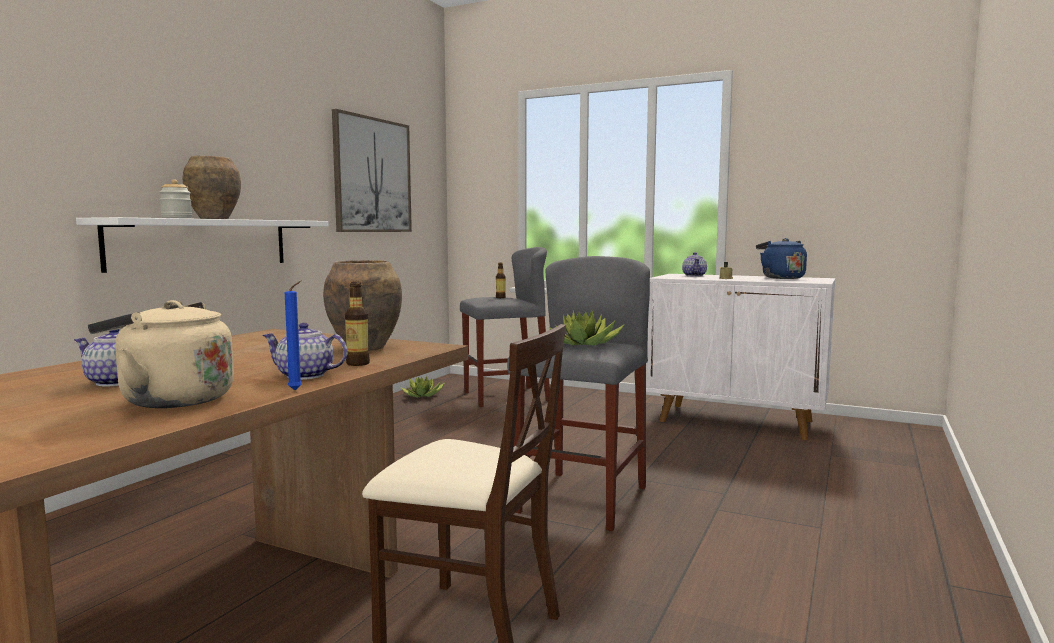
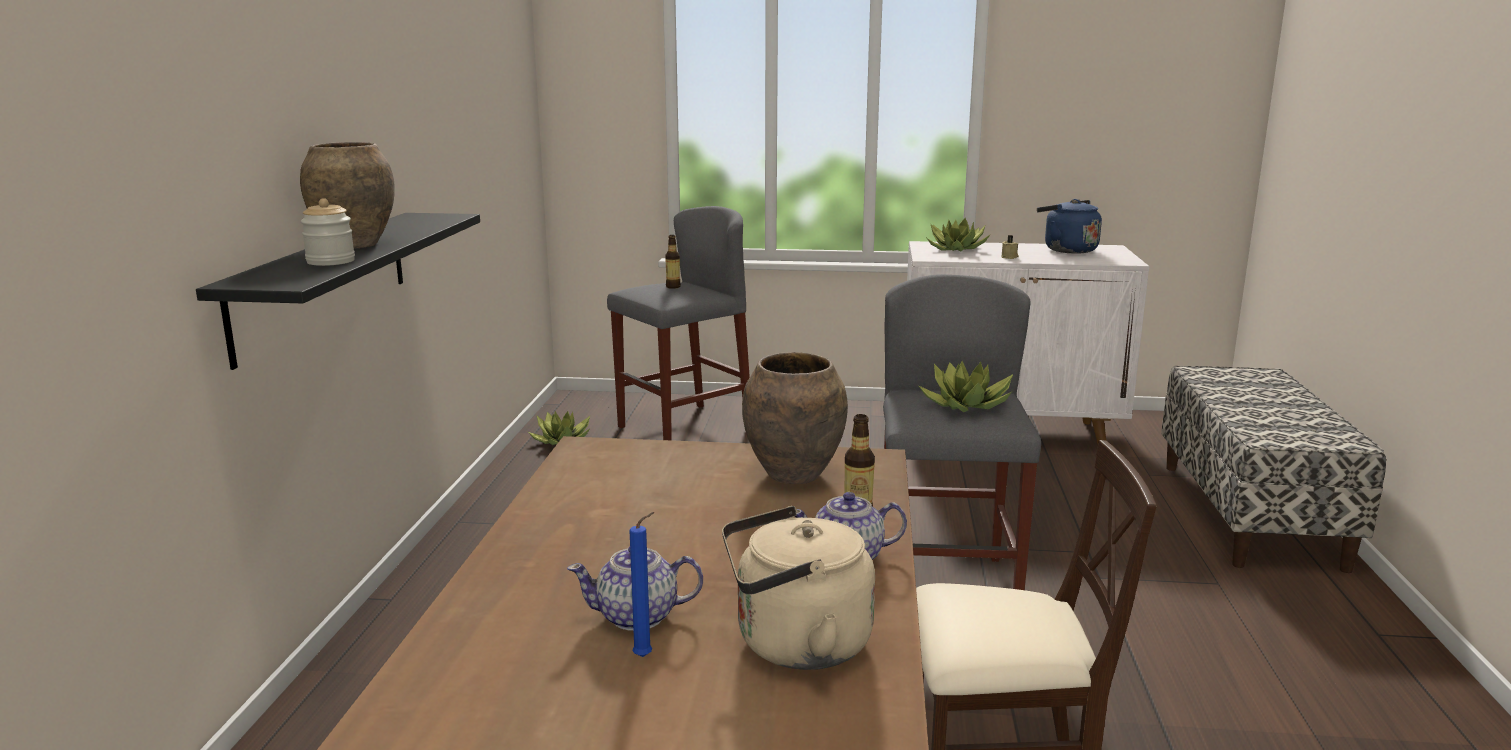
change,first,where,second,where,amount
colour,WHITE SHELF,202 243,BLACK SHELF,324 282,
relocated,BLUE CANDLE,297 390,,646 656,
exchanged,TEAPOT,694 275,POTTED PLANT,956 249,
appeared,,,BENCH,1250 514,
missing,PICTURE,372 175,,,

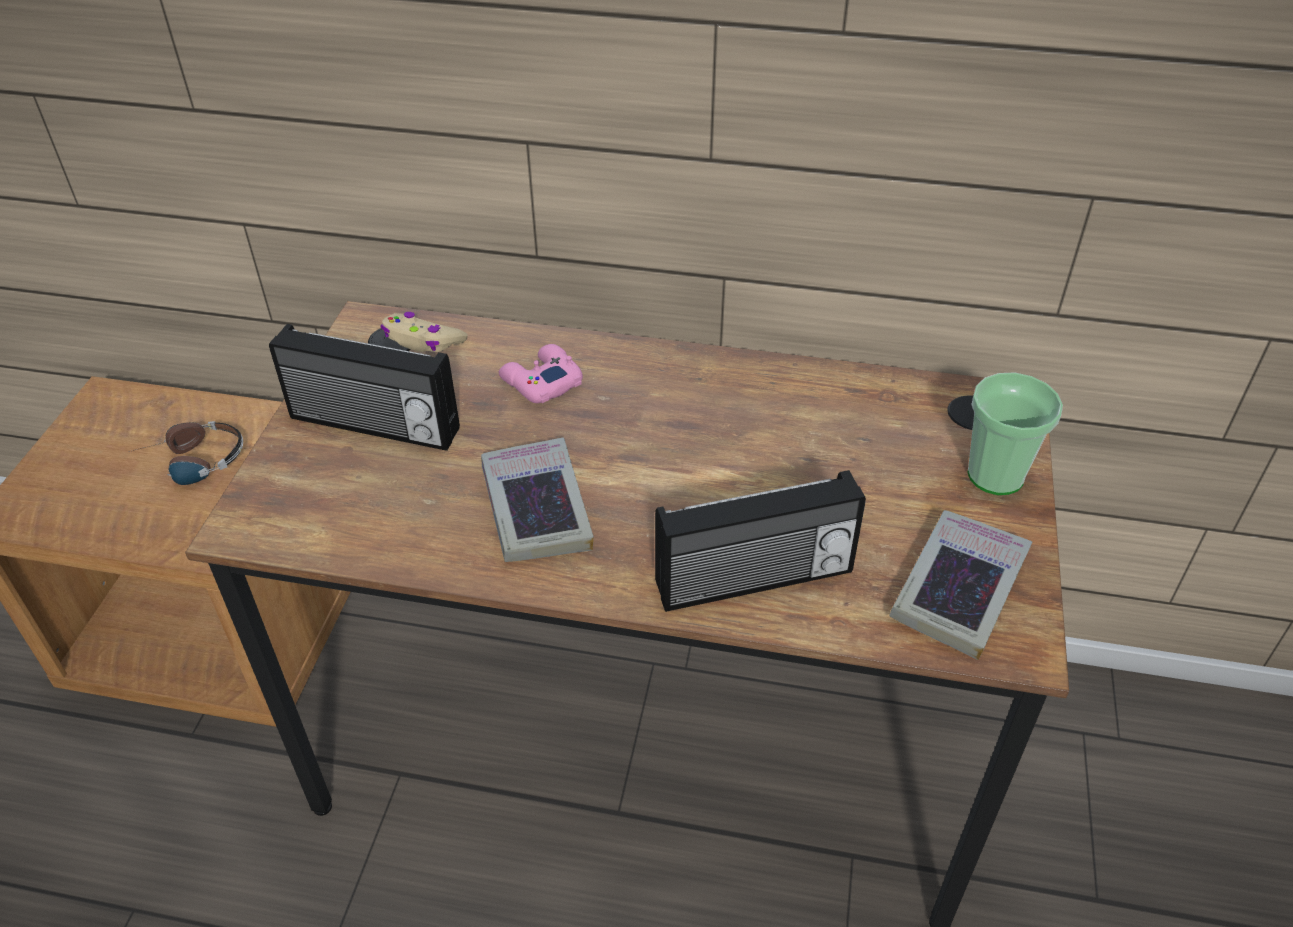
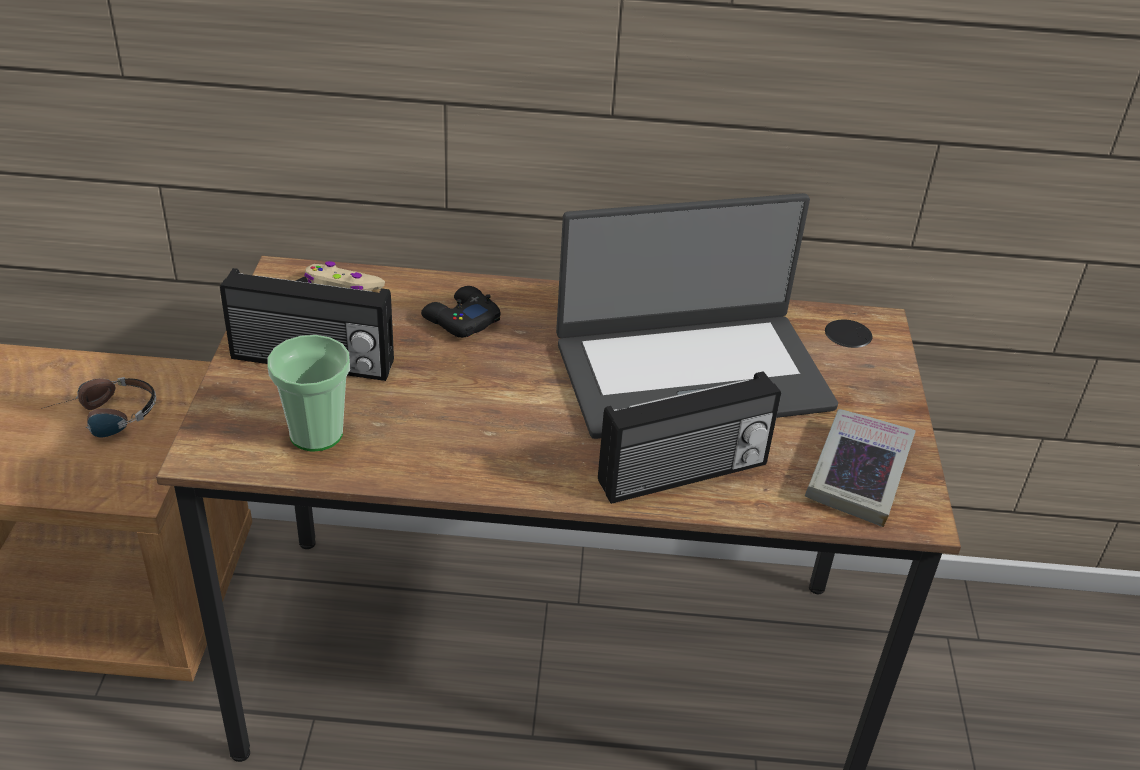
change,first,where,second,where,amount
relocated,CUP,995 475,,316 434,
colour,PINK GAME CONTROLLER,541 381,BLACK GAME CONTROLLER,460 320,
appeared,,,LAPTOP,691 373,
missing,BOOK,536 508,,,

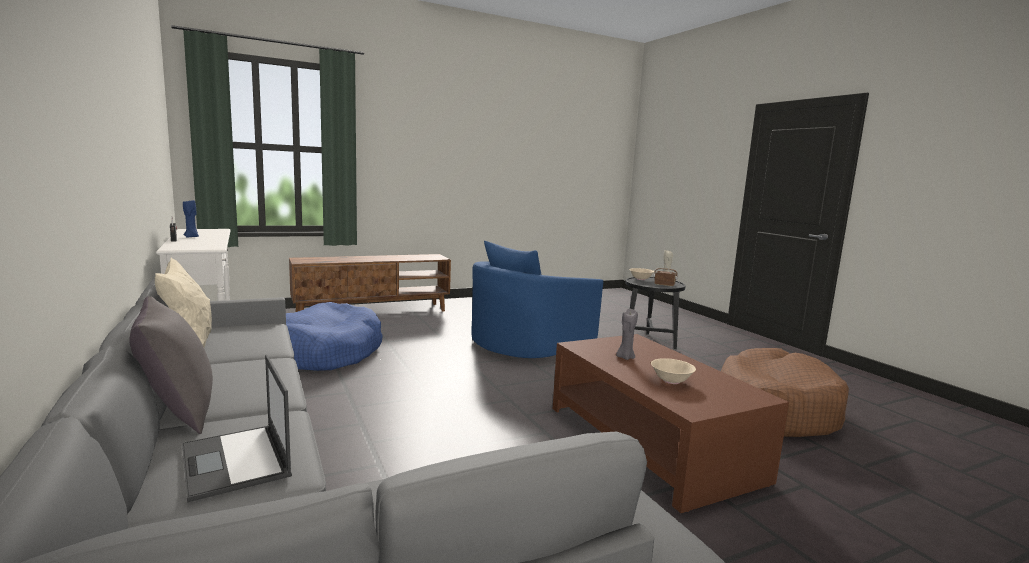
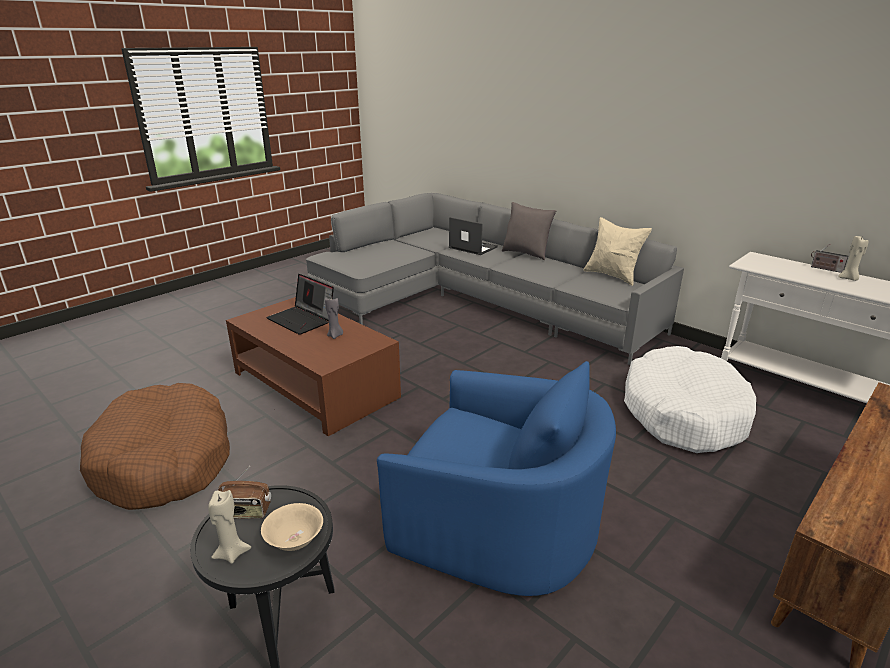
change,first,where,second,where,amount
exchanged,BEIGE BOWL,671 381,LAPTOP,302 320,
spun,BLUE ARMCHAIR,528 342,,498 525,90 degrees clockwise
colour,BLUE DOG BED,326 353,WHITE DOG BED,683 413,
colour,BLUE CANDLE,192 237,BEIGE CANDLE,848 279,

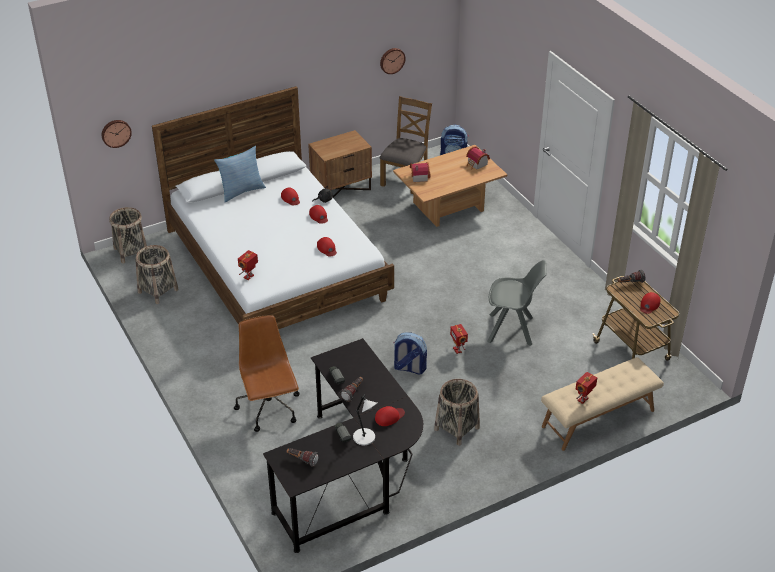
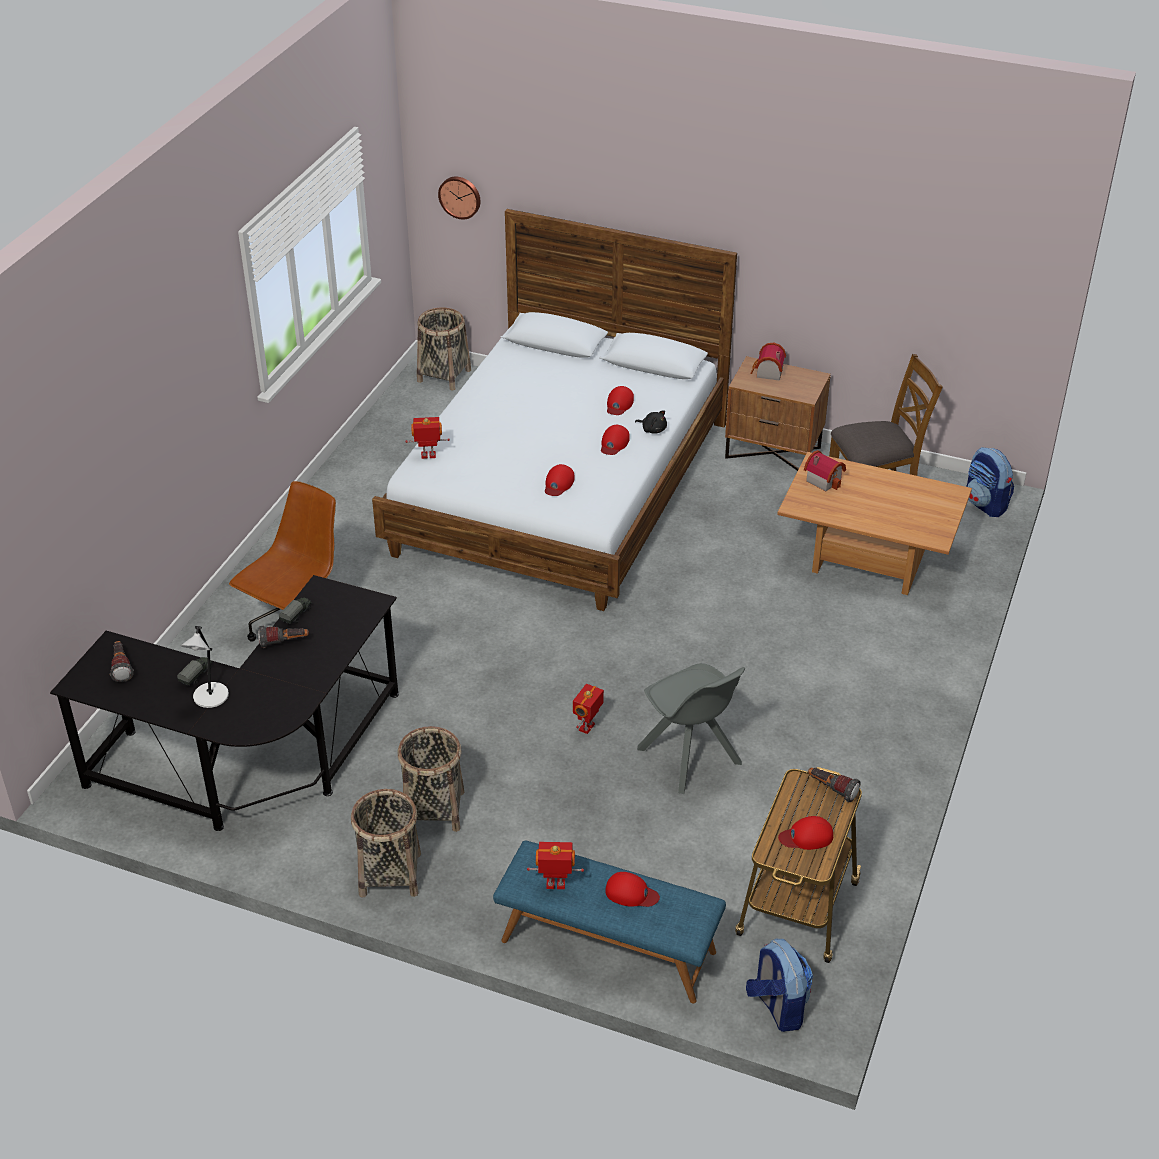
change,first,where,second,where,amount
relocated,BASKET,158 291,,390 874,
colour,BEIGE BENCH,598 419,BLUE BENCH,607 947,
relocated,RED CAP,389 417,,631 893,
relocated,BACKPACK,409 368,,777 1007,
relocated,TOY HOUSE,477 164,,767 373,
missing,PILLOW,241 191,,,
missing,WALL CLOCK,392 60,,,

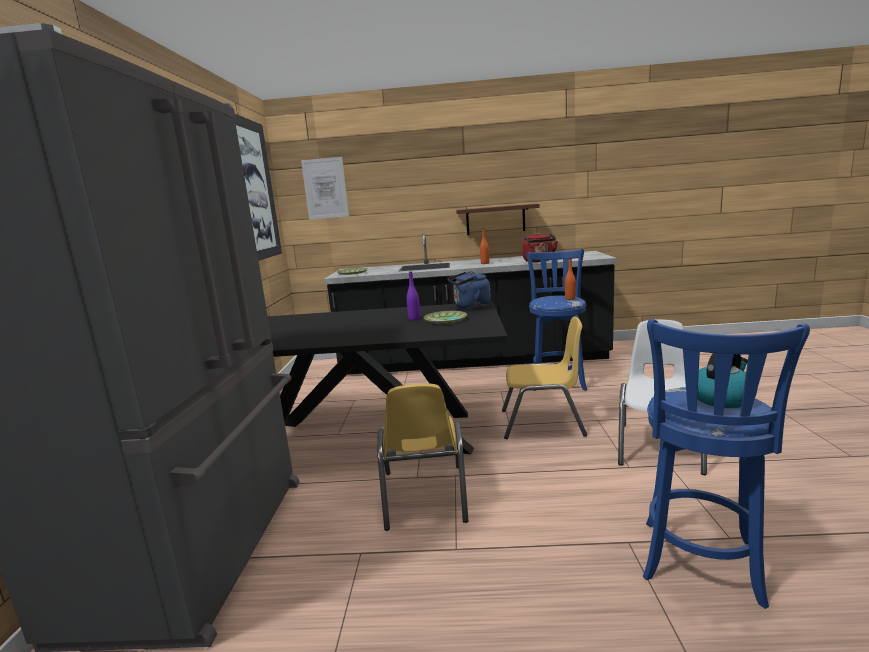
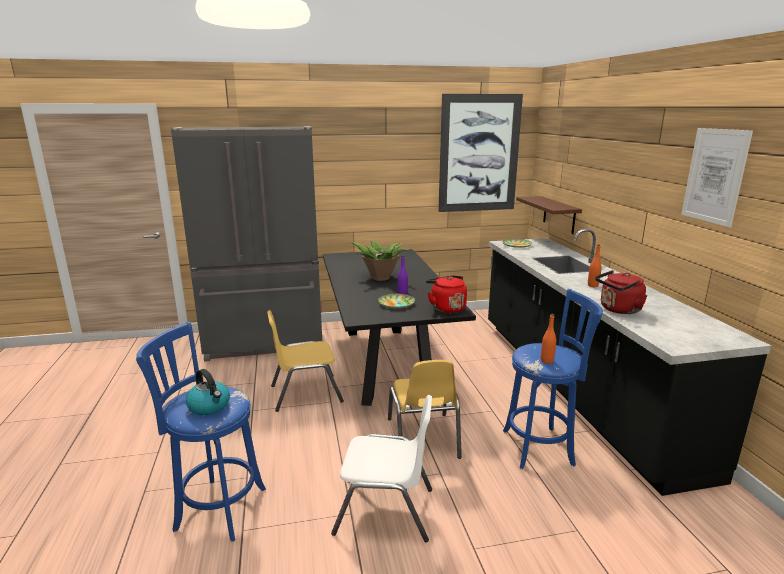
change,first,where,second,where,amount
appeared,,,POTTED PLANT,380 277,
colour,BLUE KETTLE,470 307,RED KETTLE,446 308,
relocated,BROWN SHELF,495 219,,559 215,
relocated,PICTURE,325 188,,714 176,

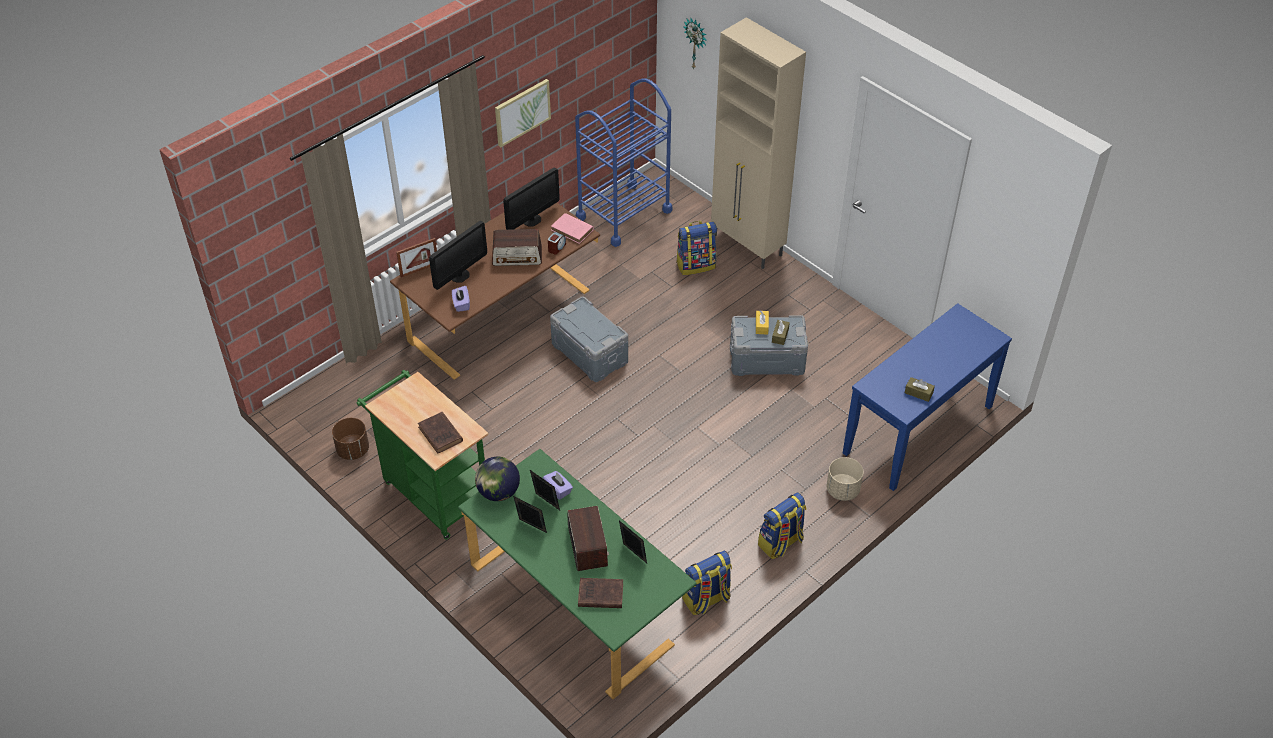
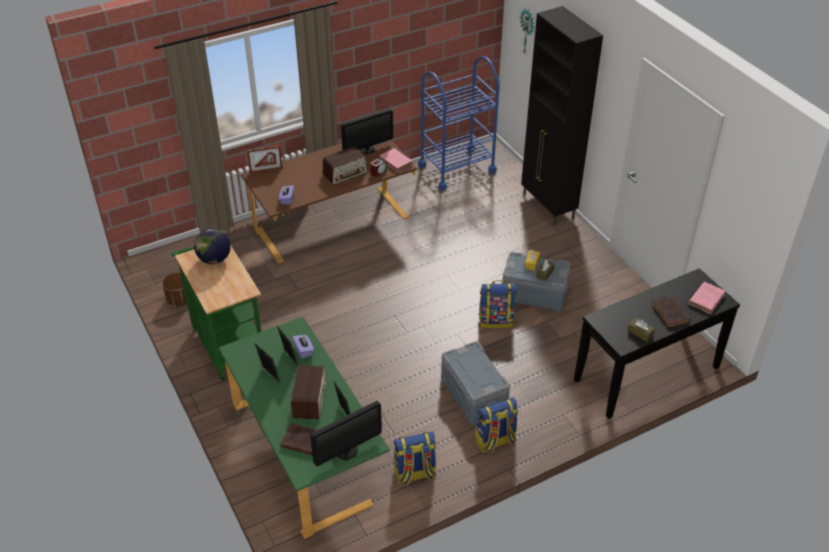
change,first,where,second,where,amount
relocated,GLOBE,498 492,,214 259,
relocated,MONITOR,460 275,,347 452,
spun,RADIO,517 256,,345 173,45 degrees counterclockwise
relocated,GREY STORAGE BOX,589 353,,473 395,
relocated,BACKPACK,696 265,,496 320,
colour,BEIGE CABINET,748 246,BLACK CABINET,548 207,
colour,BLUE CONSOLE TABLE,918 430,BLACK CONSOLE TABLE,647 374,
relocated,BROWN BOOK,441 435,,671 314,
appeared,,,PINK BOOK,707 299,
missing,PICTURE,522 112,,,
missing,BEIGE PLANTER,842 490,,,

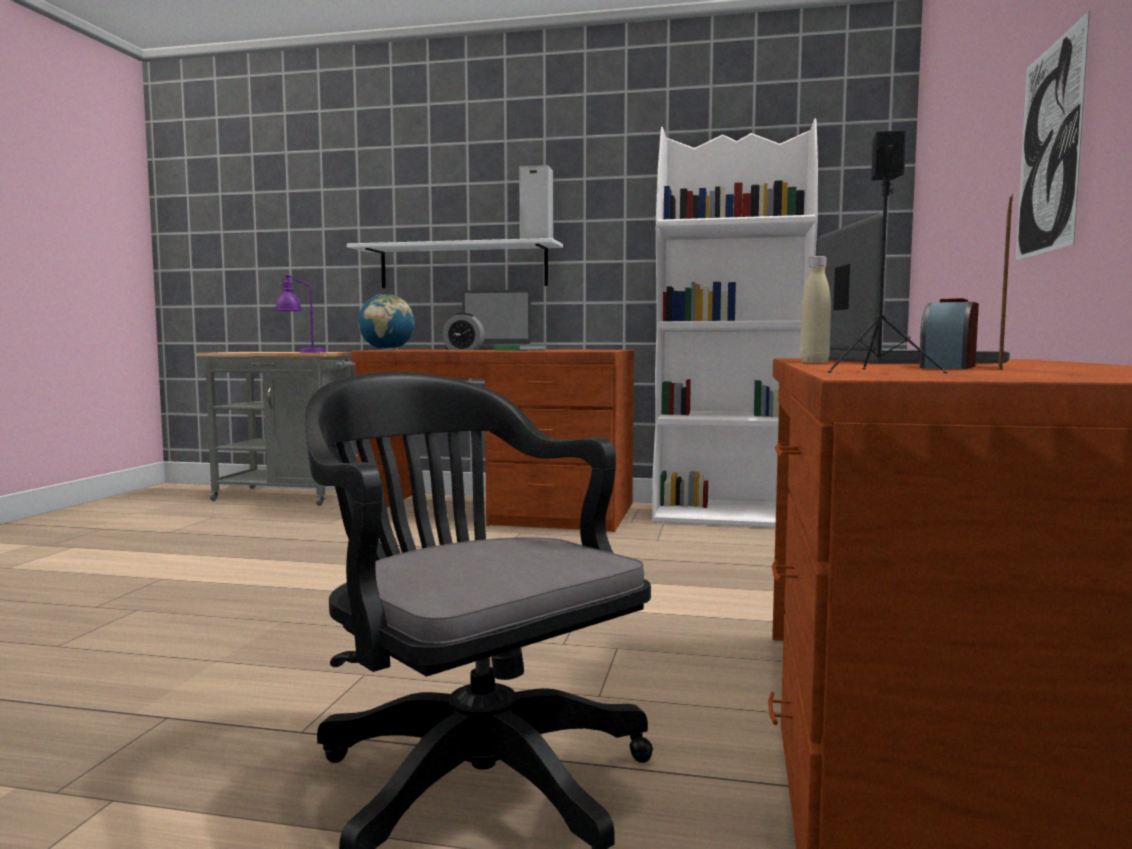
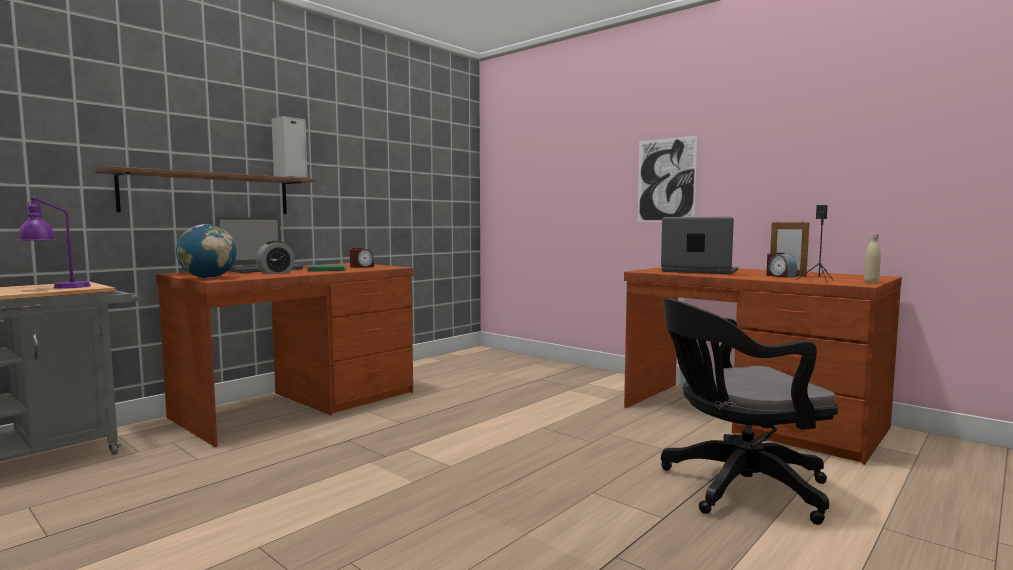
change,first,where,second,where,amount
colour,WHITE SHELF,463 266,BROWN SHELF,208 194,
appeared,,,ALARM CLOCK,361 267,
relocated,BEIGE BOTTLE,814 362,,871 282,
missing,WHITE BOOKCASE,729 516,,,

